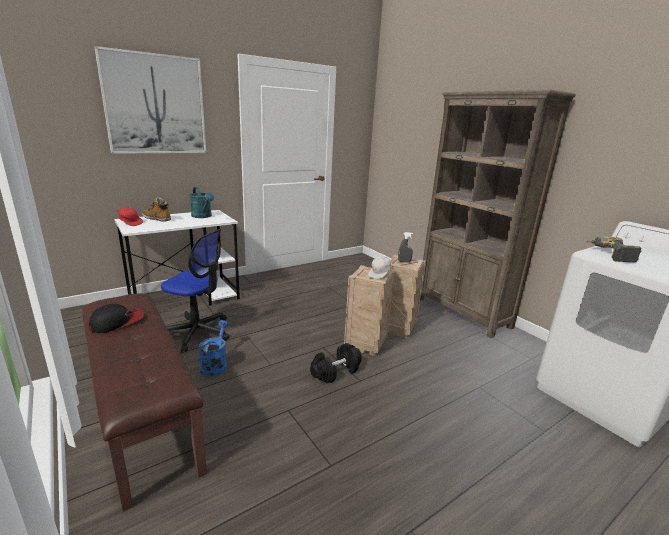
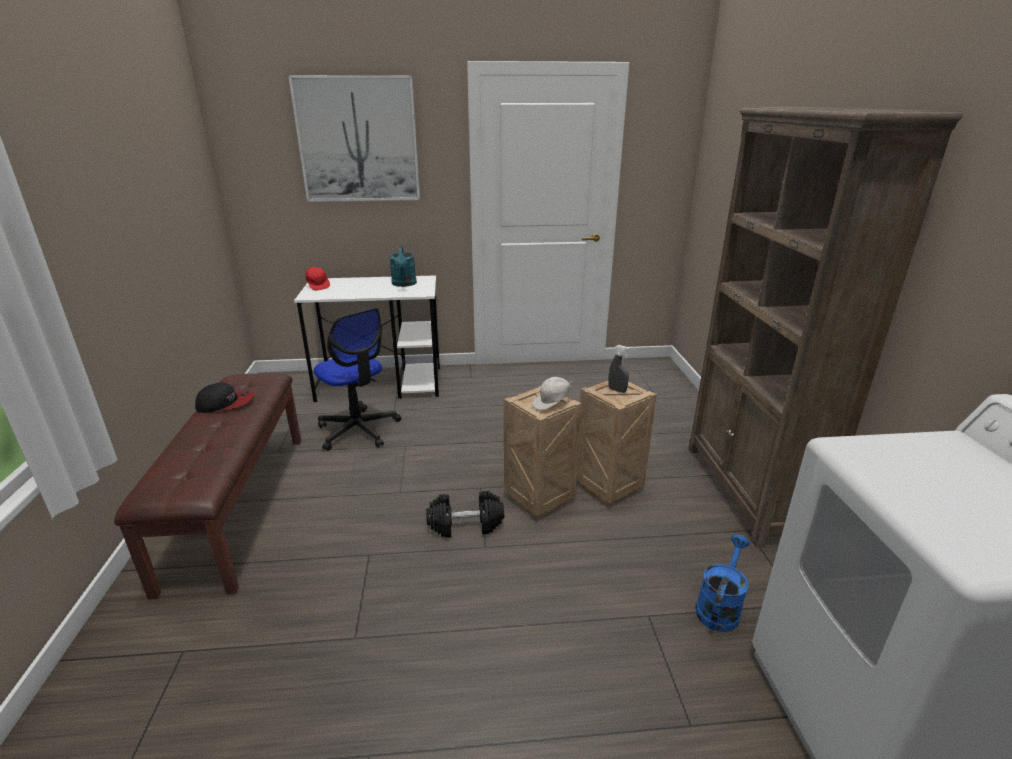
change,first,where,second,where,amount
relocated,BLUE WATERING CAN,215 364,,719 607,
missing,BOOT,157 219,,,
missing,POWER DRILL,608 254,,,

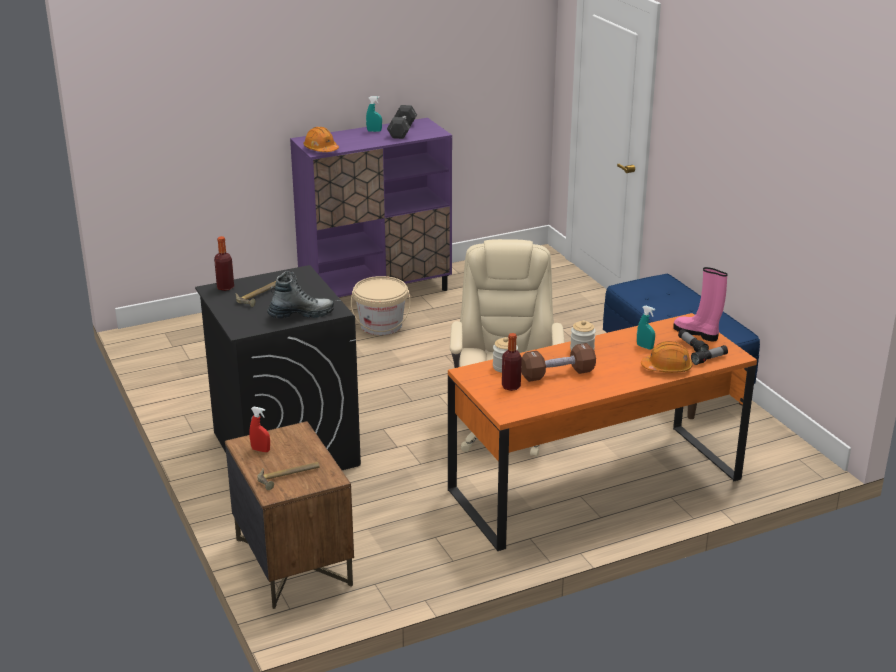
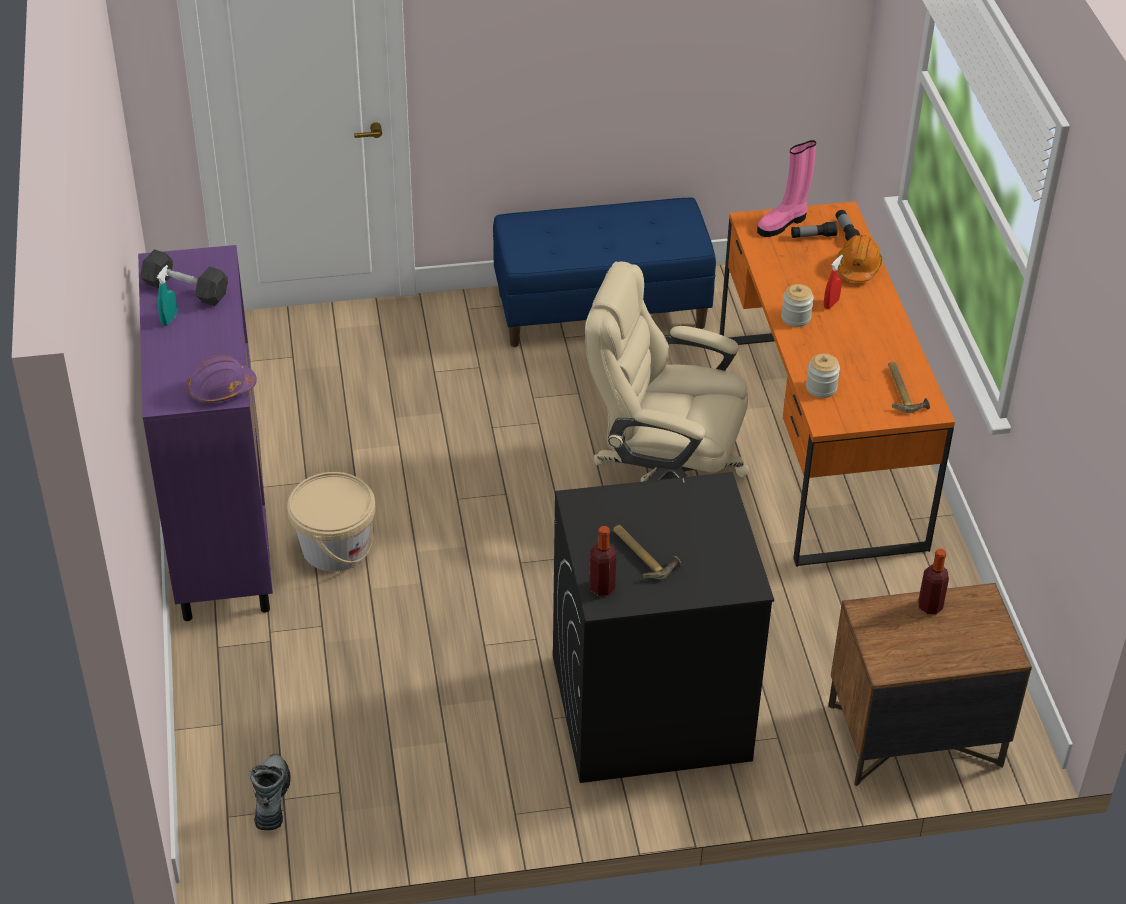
change,first,where,second,where,amount
colour,ORANGE HARD HAT,321 149,PURPLE HARD HAT,221 389,
relocated,BOOT,301 314,,271 798,
relocated,RED SPRAY BOTTLE,260 450,,831 304,
relocated,HAMMER,289 477,,904 390,
relocated,BOTTLE,511 386,,930 606,
missing,BROWN DUMBBELL,557 374,,,
missing,TURQUOISE SPRAY BOTTLE,645 347,,,

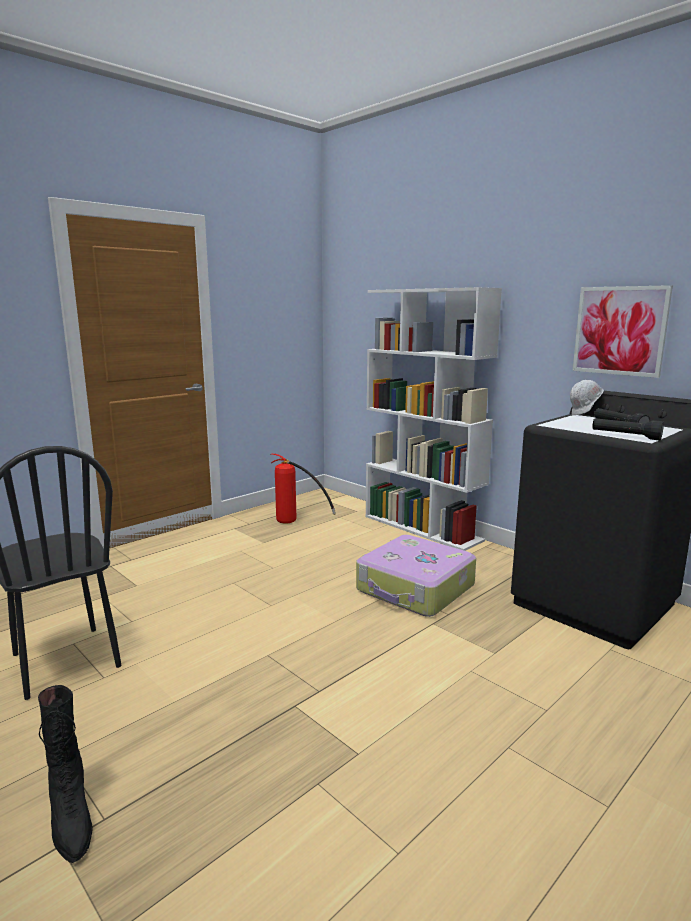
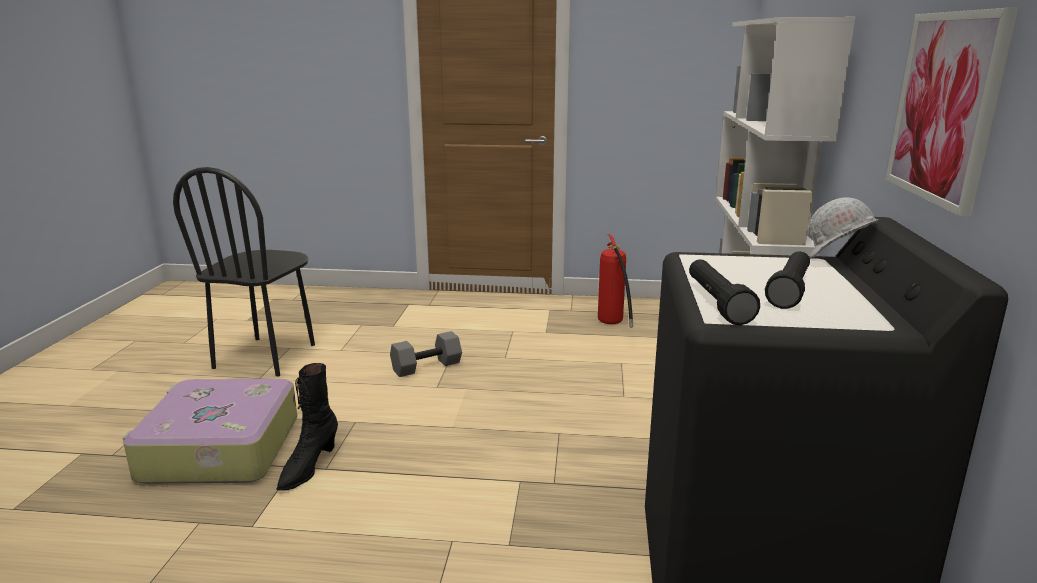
change,first,where,second,where,amount
relocated,SUITCASE,415 589,,218 449,
relocated,BLACK BOOT,71 819,,308 468,
appeared,,,GREY DUMBBELL,427 366,

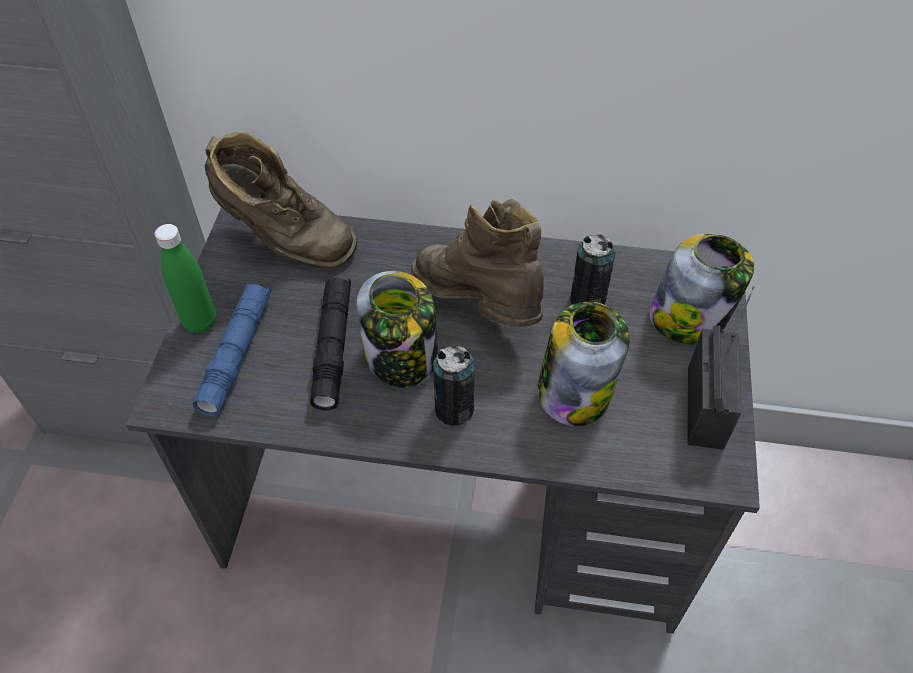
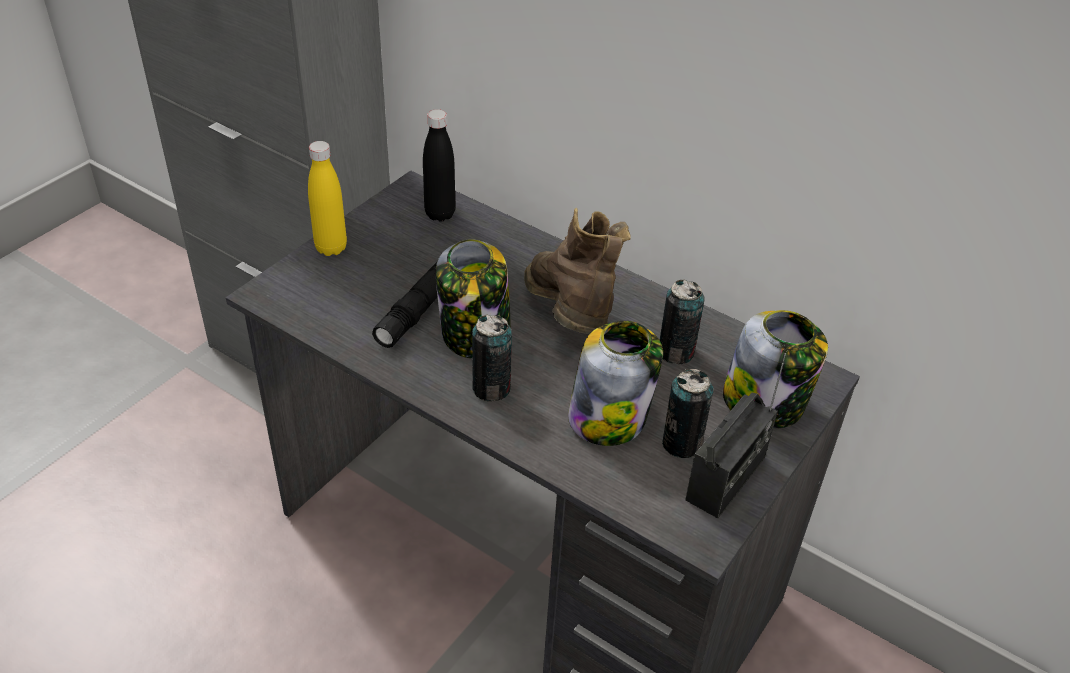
change,first,where,second,where,amount
colour,GREEN BOTTLE,200 322,YELLOW BOTTLE,331 248,
exchanged,BROWN BOOT,284 241,BLACK BOTTLE,440 214,
appeared,,,CAN,681 443,
missing,BLUE FLASHLIGHT,236 353,,,

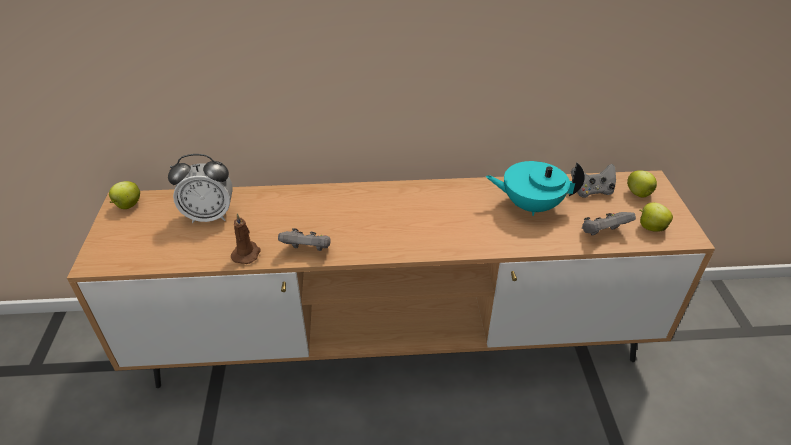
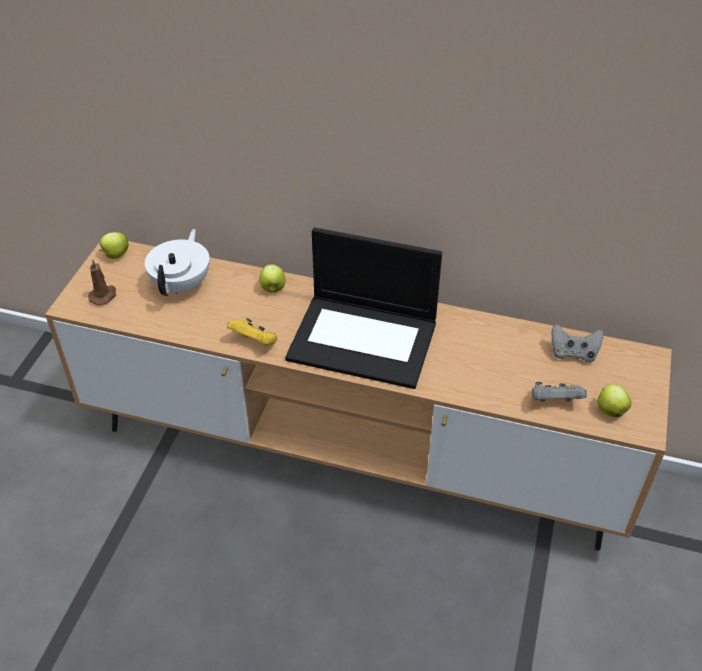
change,first,where,second,where,amount
relocated,BROWN CANDLE,247 253,,103 295,
exchanged,ALARM CLOCK,209 216,WHITE TEAPOT,182 284,
colour,GREY GAME CONTROLLER,307 250,YELLOW GAME CONTROLLER,255 342,
relocated,APPLE,639 194,,273 288,
appeared,,,LAPTOP,364 340,
missing,TURQUOISE TEAPOT,530 205,,,

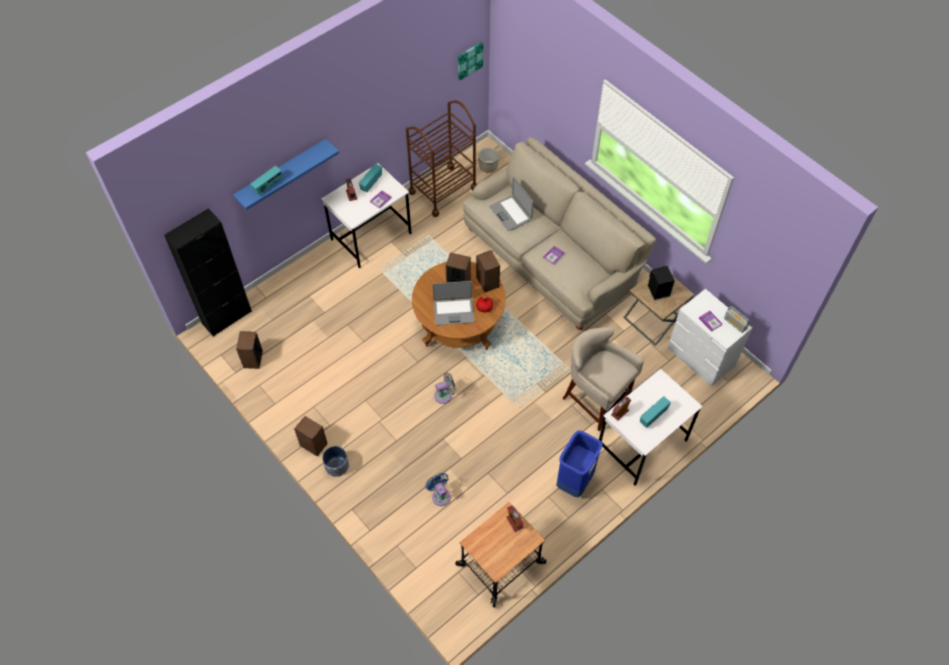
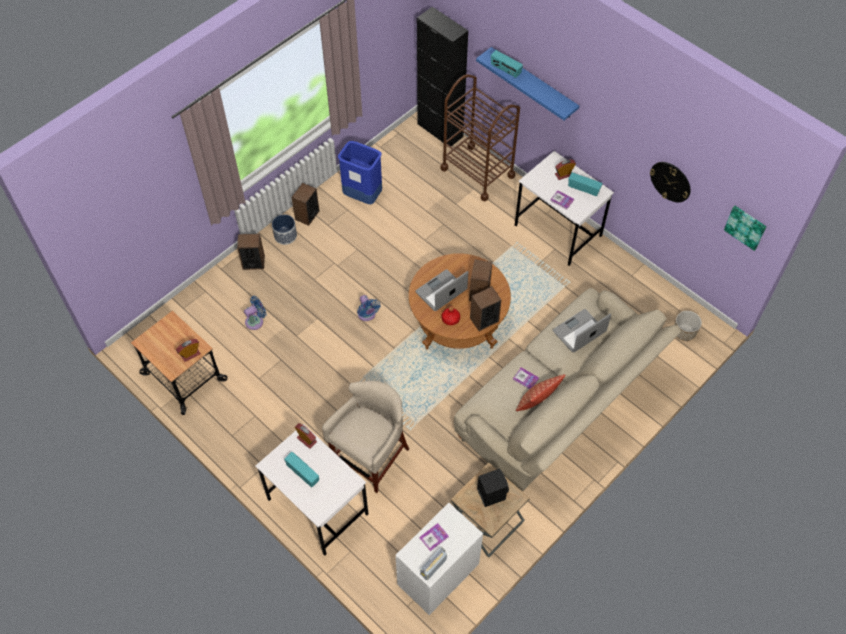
change,first,where,second,where,amount
relocated,SPEAKER,253 359,,253 262,
relocated,BLUE TRASH CAN,574 481,,363 196,
colour,GREY FAN,445 395,BLUE FAN,367 315,
spun,LAPTOP,453 311,,441 291,60 degrees clockwise
relocated,BROWN CART,443 190,,477 172,
appeared,,,PILLOW,537 402,
appeared,,,WALL CLOCK,670 181,

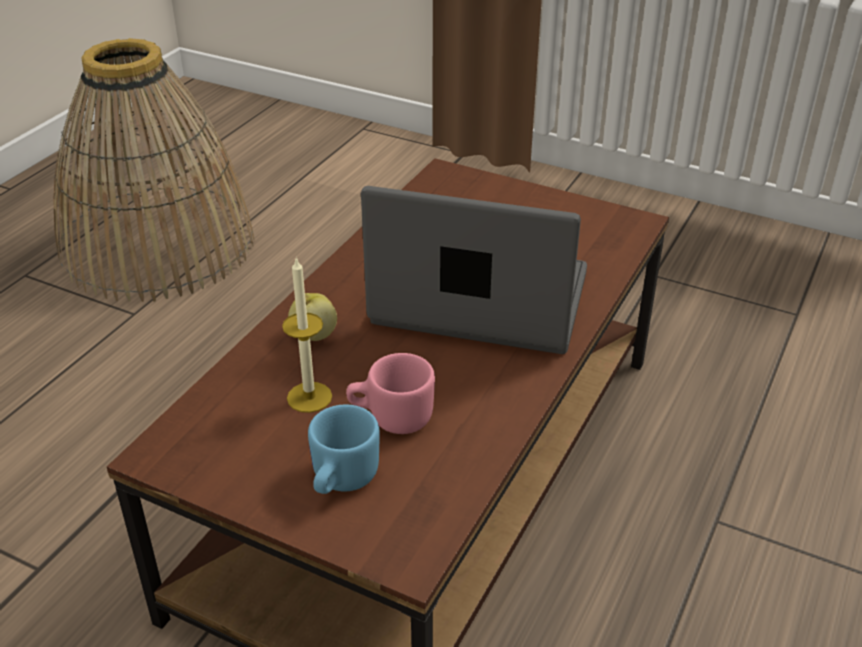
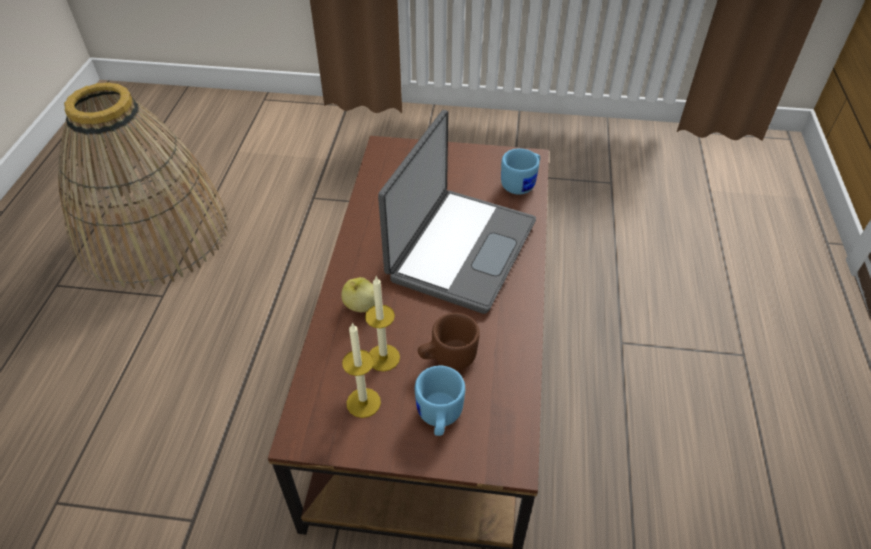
change,first,where,second,where,amount
appeared,,,CANDLE,363 402,
spun,LAPTOP,479 302,,459 249,120 degrees clockwise
colour,PINK MUG,391 417,BROWN MUG,447 357,
appeared,,,BLUE MUG,522 183,

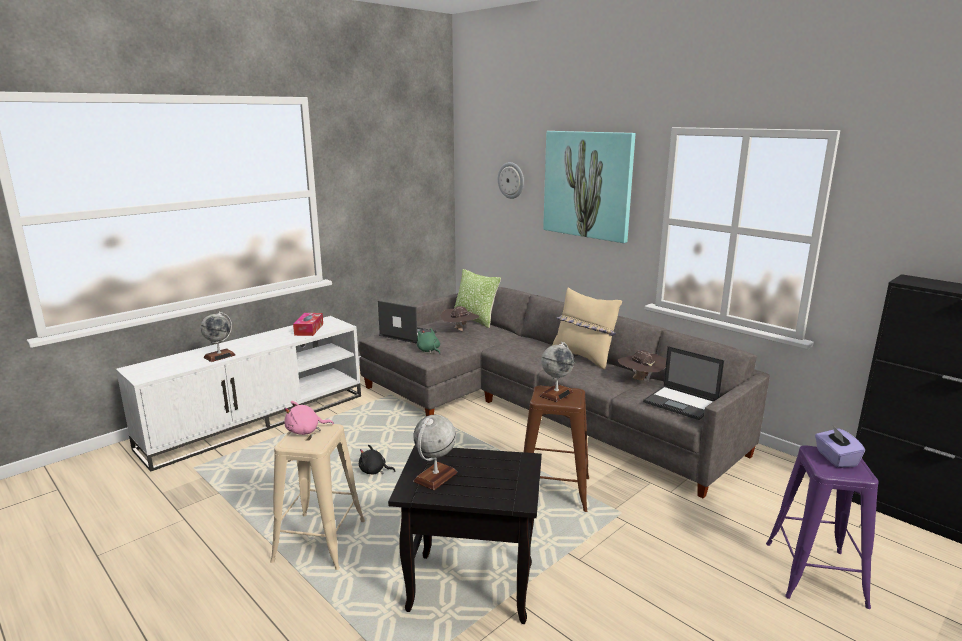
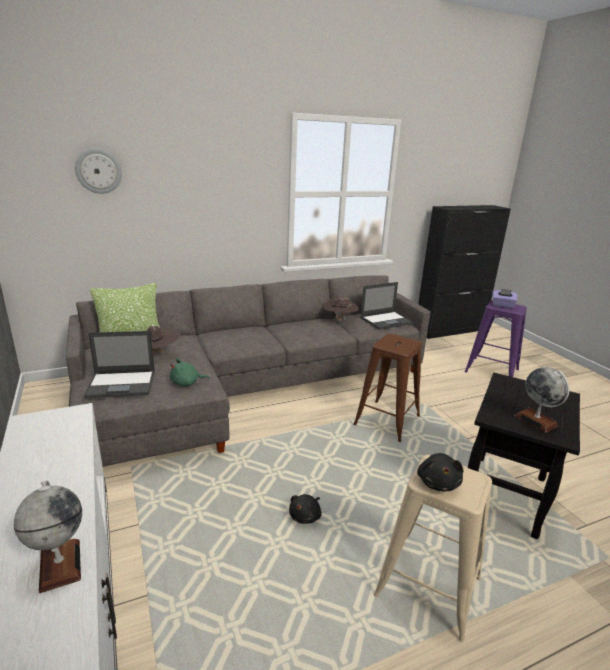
change,first,where,second,where,amount
spun,LAPTOP,407 334,,122 384,150 degrees counterclockwise
colour,PINK PLUSH TOY,305 431,BLACK PLUSH TOY,438 482,
missing,TISSUE BOX,309 329,,,
missing,GLOBE,556 394,,,
missing,PICTURE,588 184,,,
missing,BEIGE PILLOW,583 357,,,

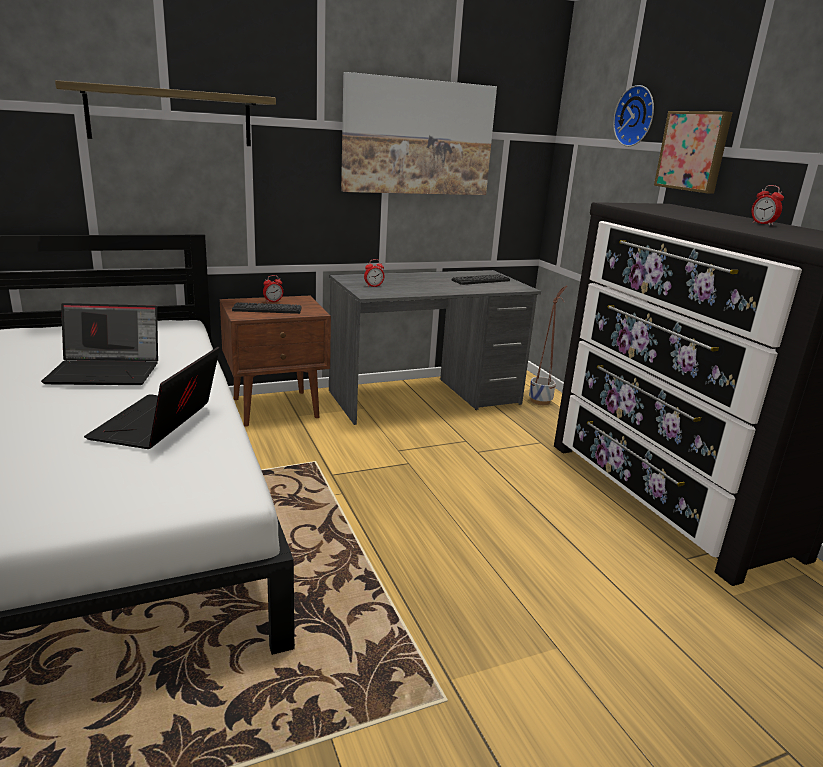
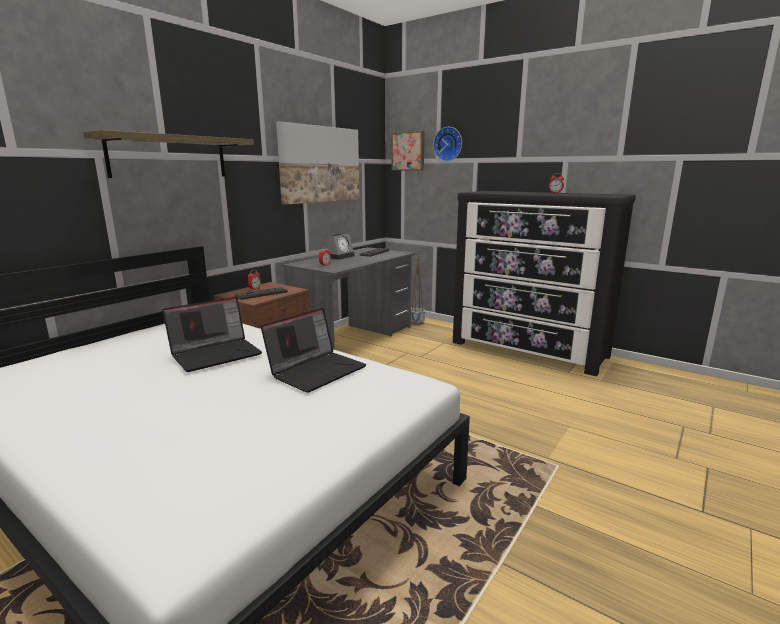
change,first,where,second,where,amount
spun,LAPTOP,158 424,,317 370,120 degrees counterclockwise
appeared,,,ALARM CLOCK,340 256,
relocated,PICTURE,694 151,,408 151,

